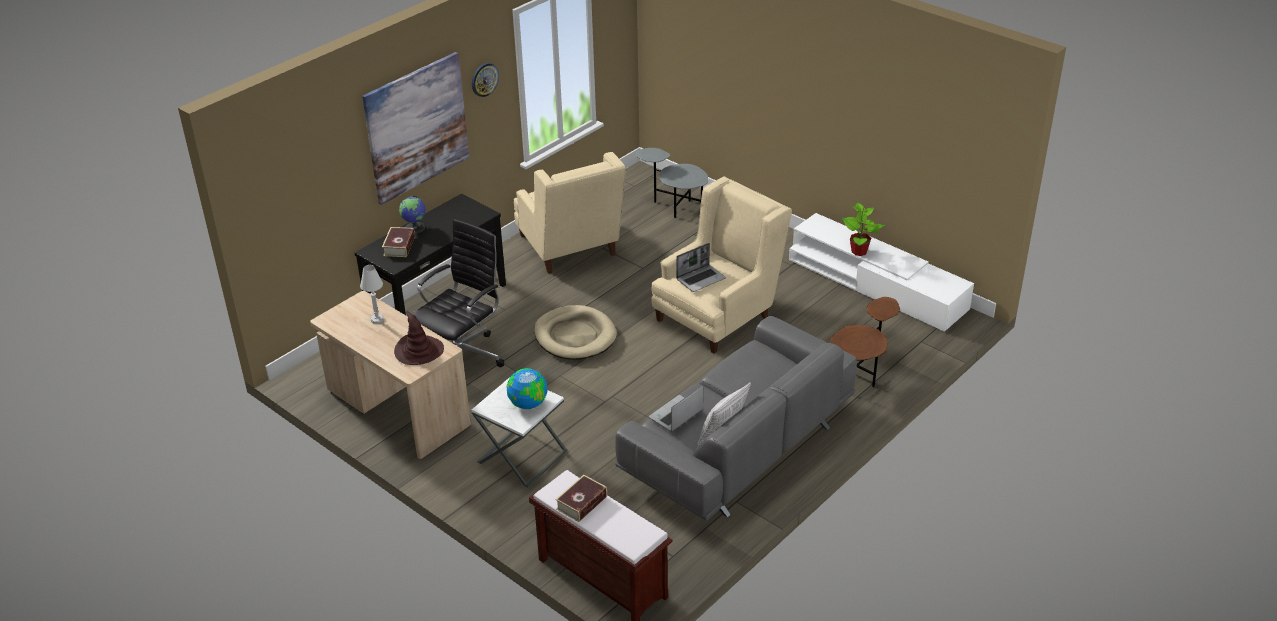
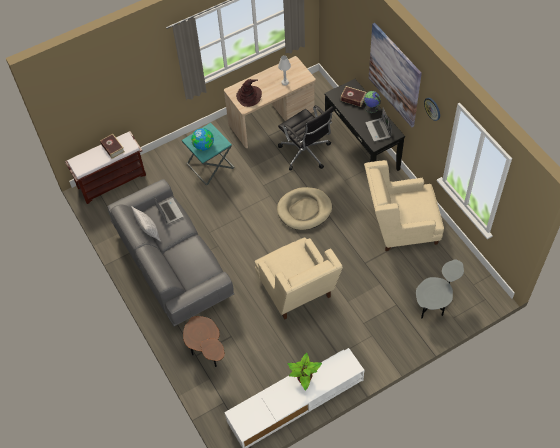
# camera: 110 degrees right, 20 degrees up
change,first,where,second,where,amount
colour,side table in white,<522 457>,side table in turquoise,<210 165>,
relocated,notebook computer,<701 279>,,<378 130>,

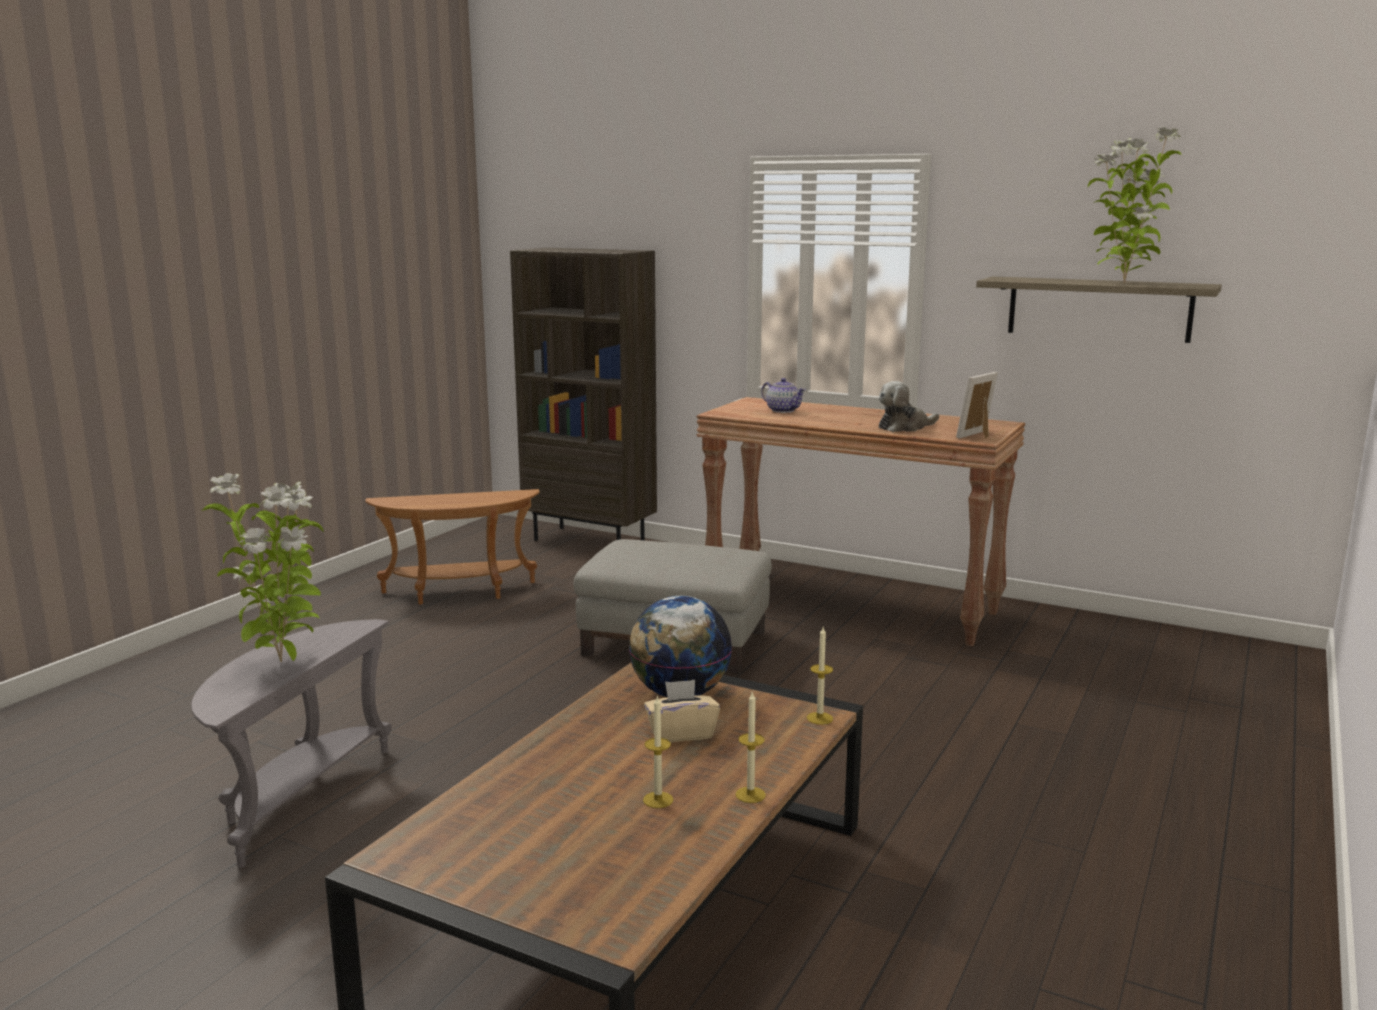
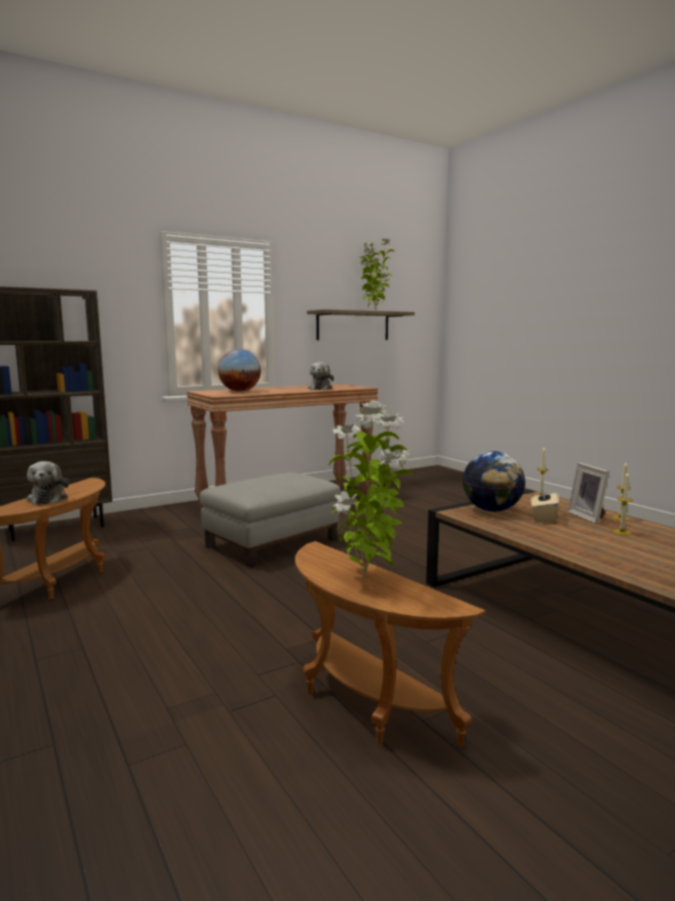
# camera: 60 degrees left, 5 degrees down
change,first,where,second,where,amount
appeared,,,plush toy,<48 498>,
exchanged,pot for tea,<782 410>,desk globe,<240 391>,
colour,side table in grey,<297 798>,side table in brownish,<364 703>,
relocated,photo frame,<979 435>,,<589 517>,

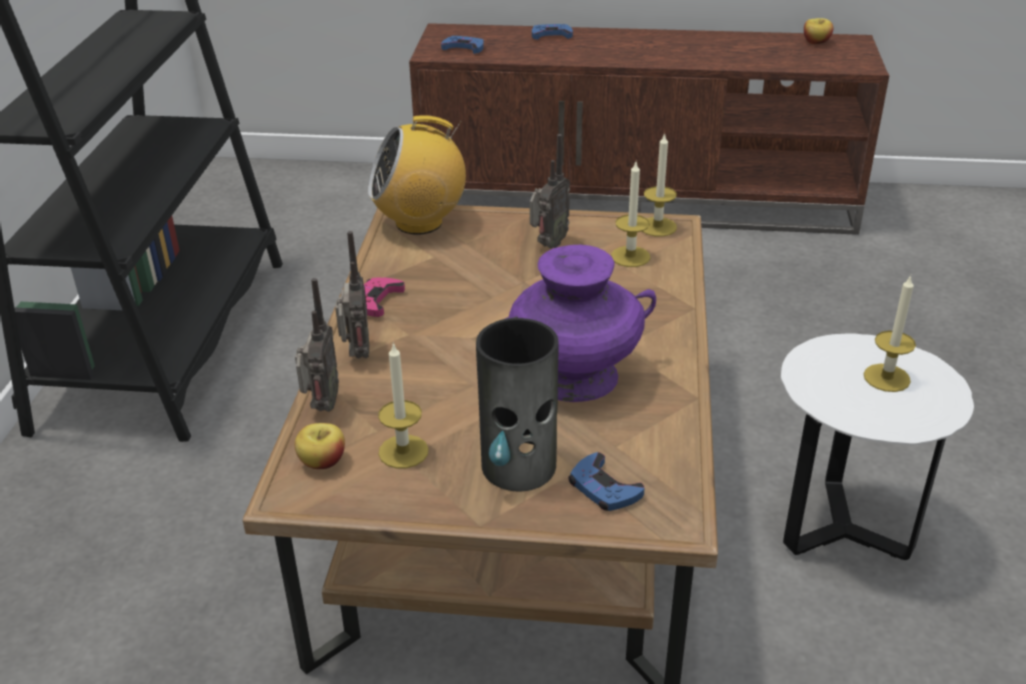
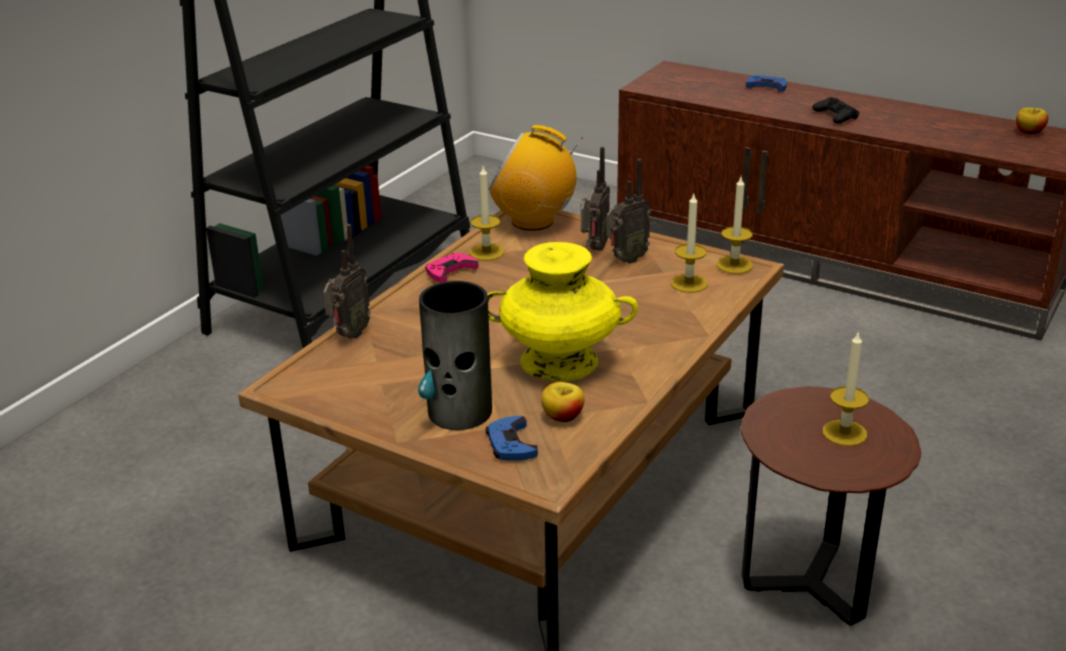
# camera: 25 degrees right, 5 degrees down
change,first,where,second,where,amount
relocated,candle,<403 451>,,<486 252>,
colour,decorative vase in purple-coloured,<575 376>,decorative vase in yellow-coloured,<560 361>,
relocated,apple fruit,<322 462>,,<562 416>,
relocated,radio receiver,<356 355>,,<593 248>,
colour,side table in white,<843 531>,side table in brownish,<810 585>,
appeared,,,game controller in black-coloured,<835 116>,
missing,game controller in blue-coloured,<464 48>,,,

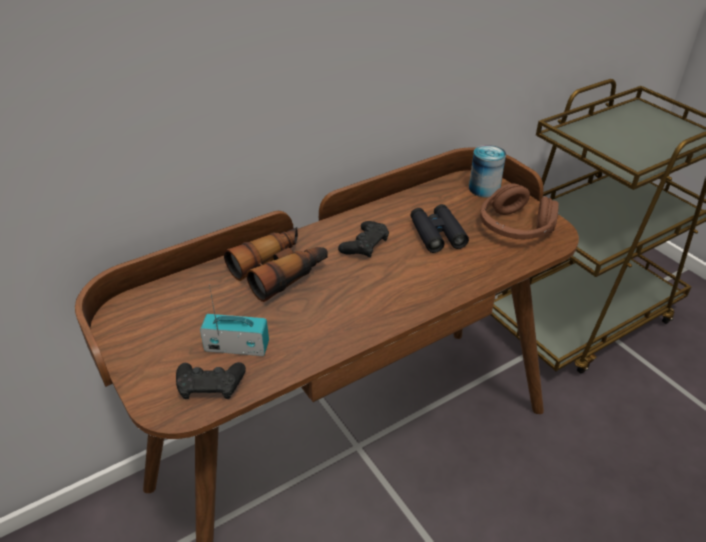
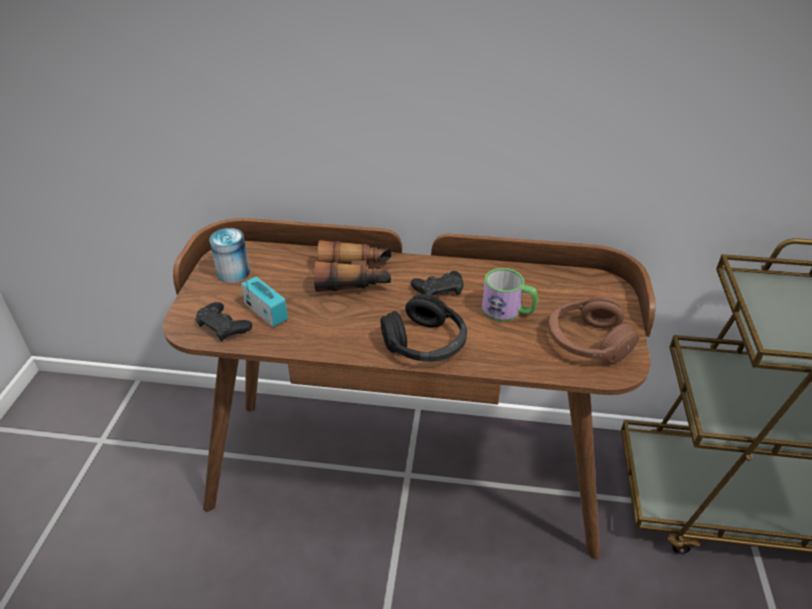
# camera: 40 degrees right, 0 degrees up
change,first,where,second,where,amount
relocated,can,<484 189>,,<233 273>,
appeared,,,headset in black-coloured,<425 343>,
exchanged,field glasses in black-coloured,<437 234>,tea mug,<508 311>,

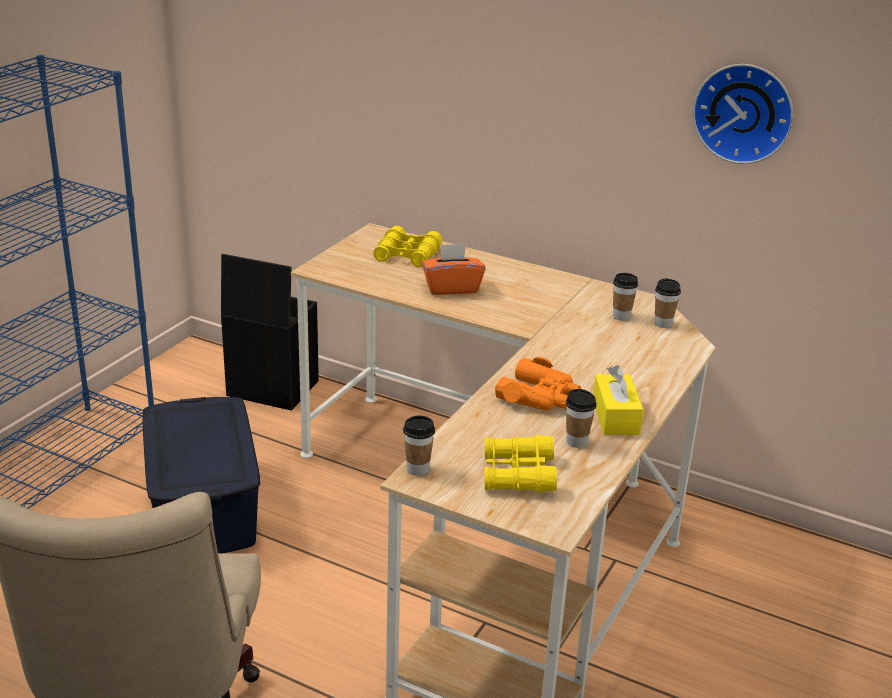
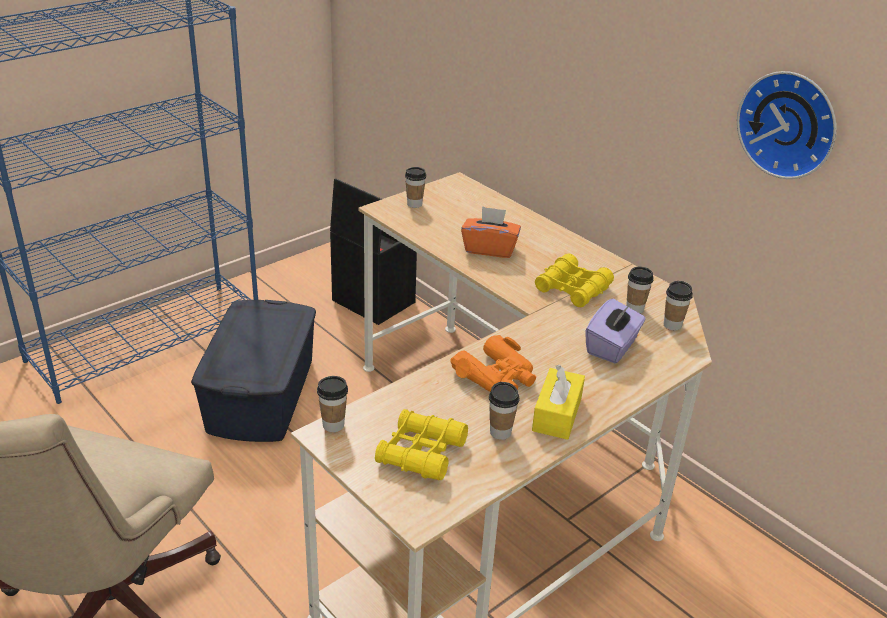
# camera: 20 degrees right, 5 degrees up
change,first,where,second,where,amount
appeared,,,small cup,<414 204>,
relocated,field glasses in yellow-coloured,<407 255>,,<572 289>,
appeared,,,box of tissues in purple-coloured,<612 347>,

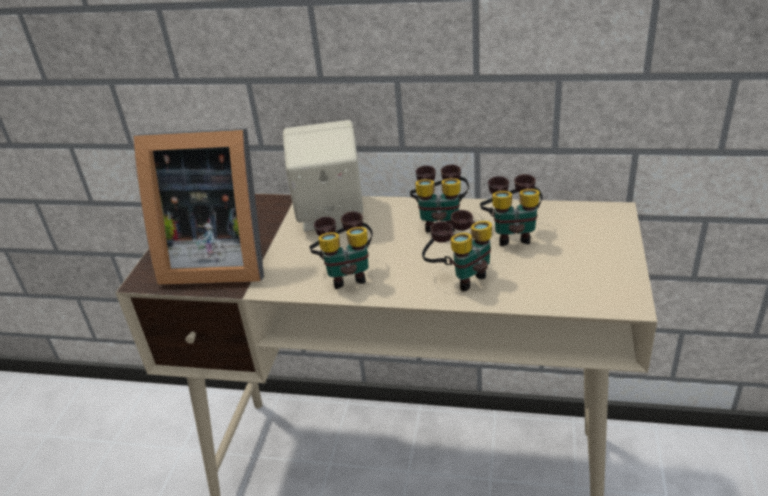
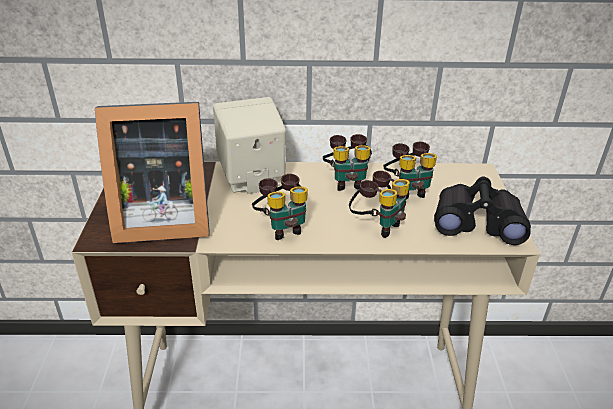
# camera: 15 degrees left, 0 degrees up
change,first,where,second,where,amount
appeared,,,field glasses in black-coloured,<477 222>,

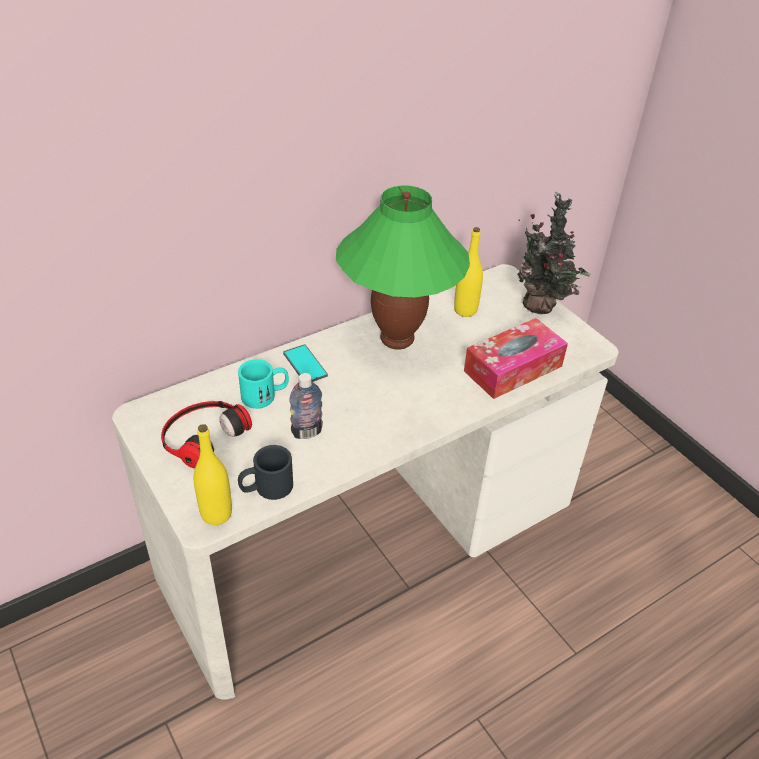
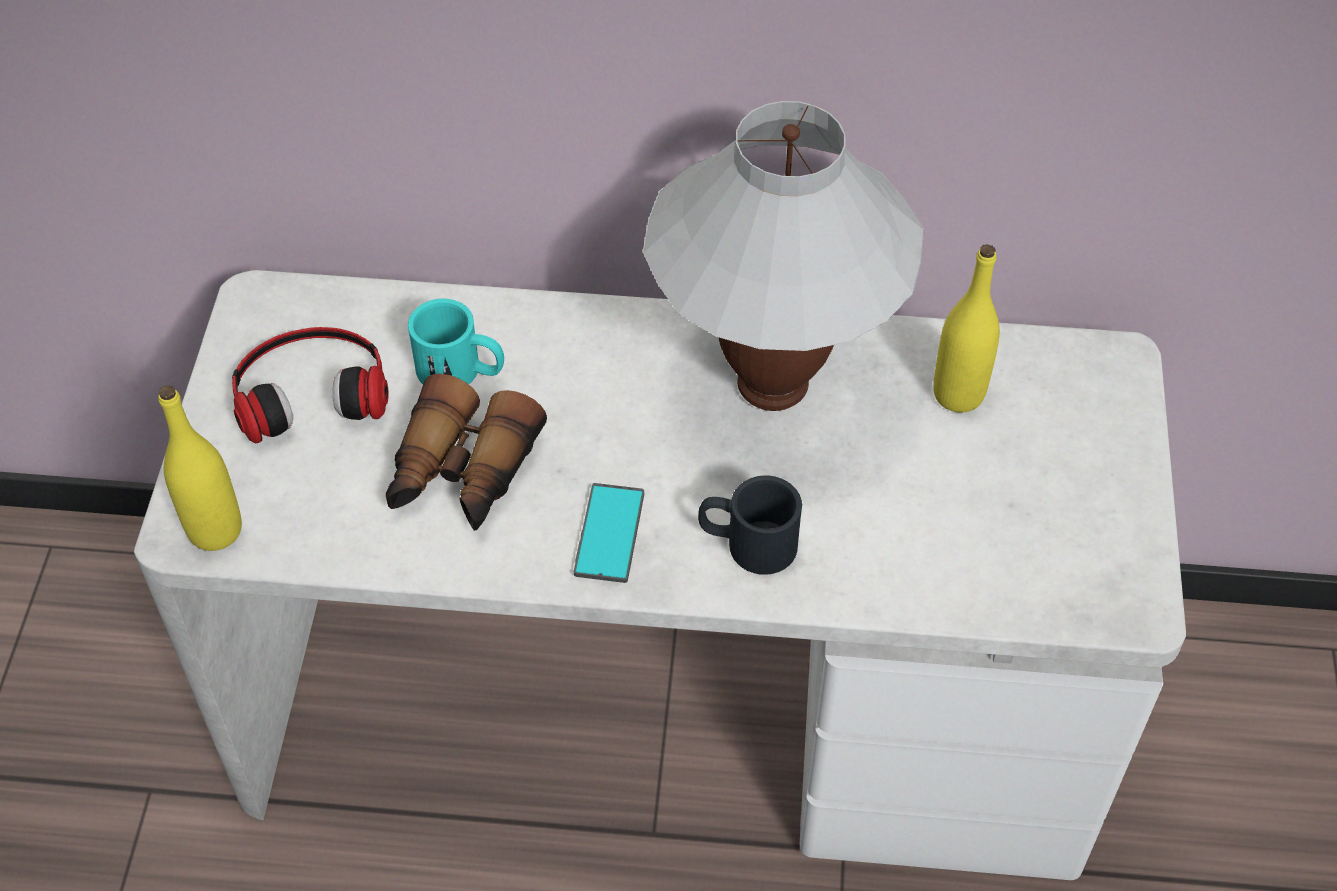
# camera: 40 degrees right, 10 degrees up
change,first,where,second,where,amount
exchanged,drink bottle,<307 432>,field glasses,<461 474>,
relocated,phone,<305 364>,,<609 533>,
colour,tabletop lamp in greenish,<397 340>,tabletop lamp in white,<772 387>,
relocated,tea mug in black-coloured,<266 488>,,<747 543>,
missing,box of tissues,<513 368>,,,
missing,plant in a pot,<541 307>,,,

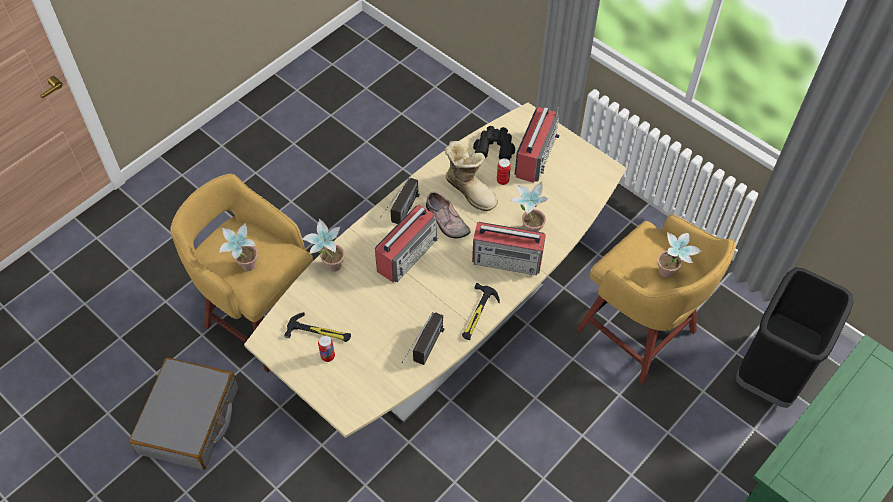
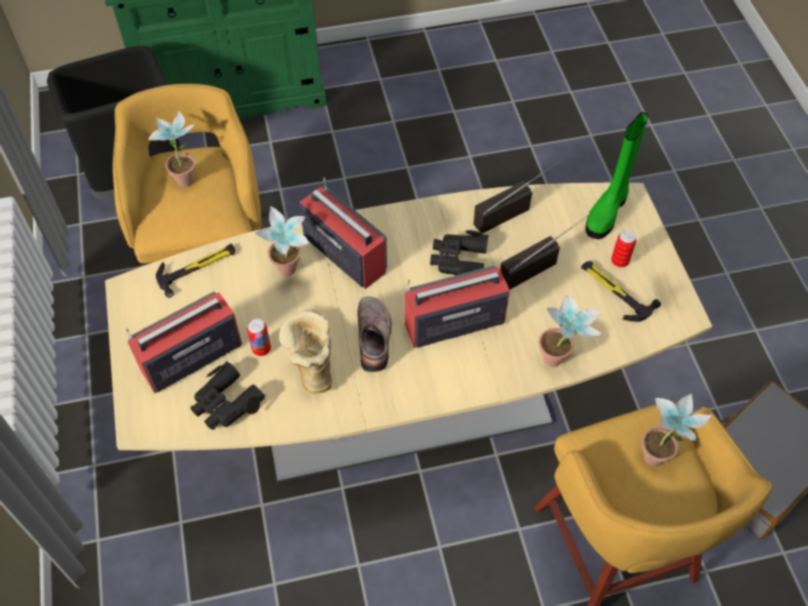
# camera: 145 degrees left, 0 degrees up
change,first,where,second,where,amount
relocated,hammer,<478 314>,,<197 267>,
appeared,,,field glasses in black-coloured,<458 260>,
relocated,radio receiver,<401 216>,,<539 264>,
appeared,,,tall boot in greenish,<607 212>,

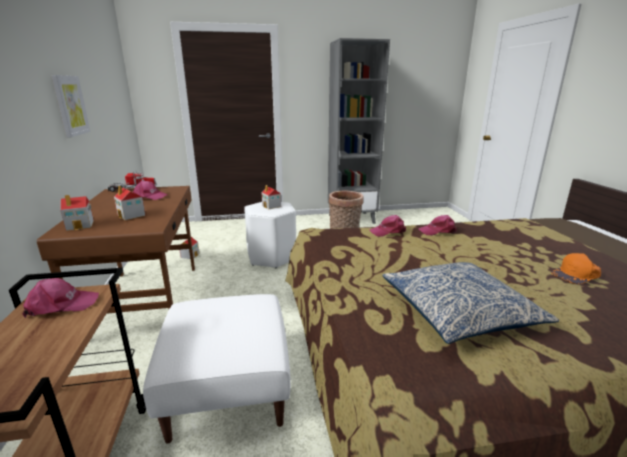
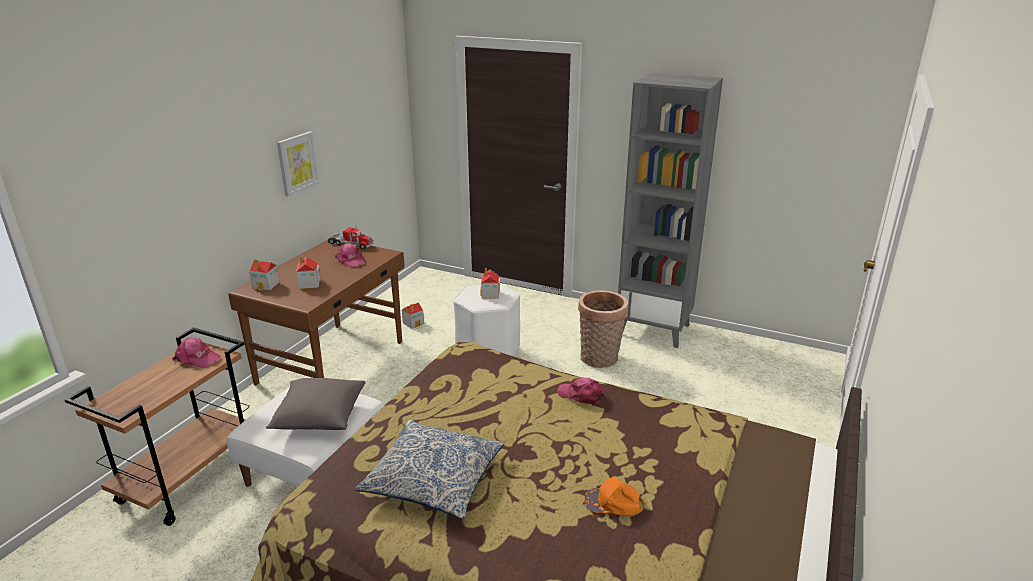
# camera: 35 degrees right, 5 degrees up
change,first,where,second,where,amount
appeared,,,cushion in grey,<319 417>,
missing,peaked cap in pink-coloured,<388 231>,,,

